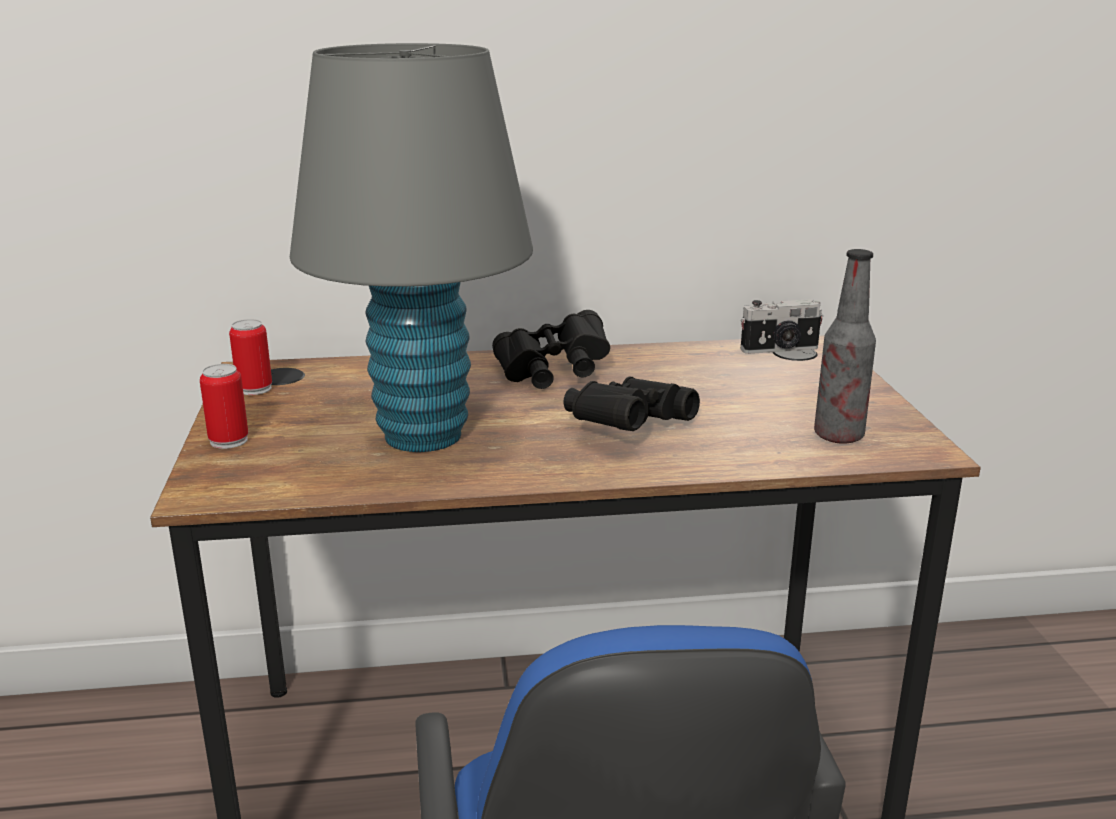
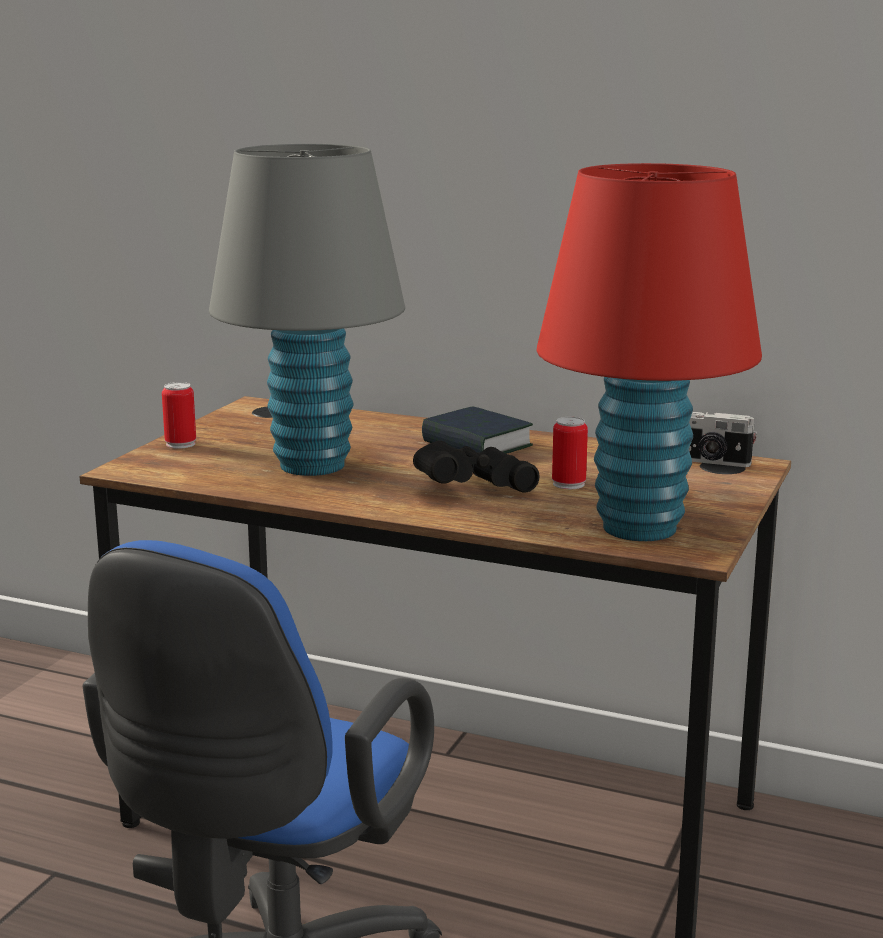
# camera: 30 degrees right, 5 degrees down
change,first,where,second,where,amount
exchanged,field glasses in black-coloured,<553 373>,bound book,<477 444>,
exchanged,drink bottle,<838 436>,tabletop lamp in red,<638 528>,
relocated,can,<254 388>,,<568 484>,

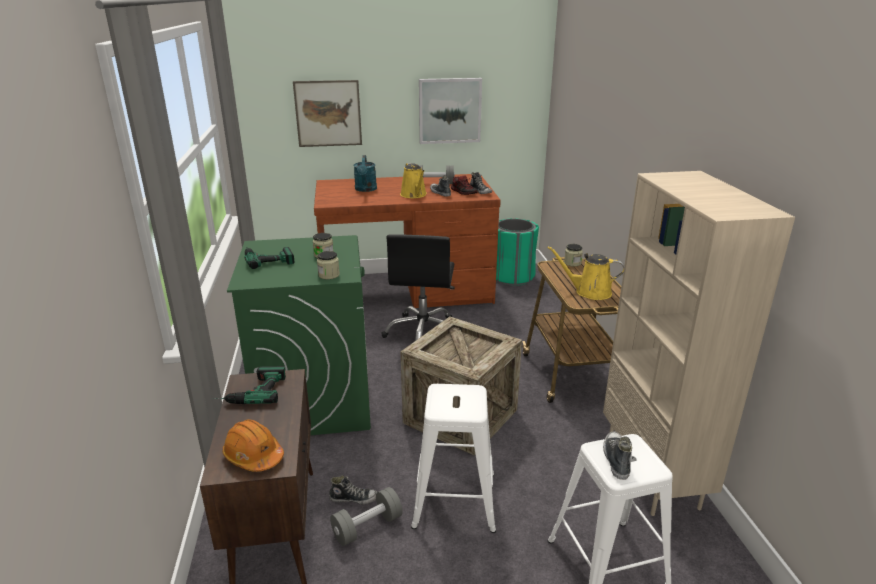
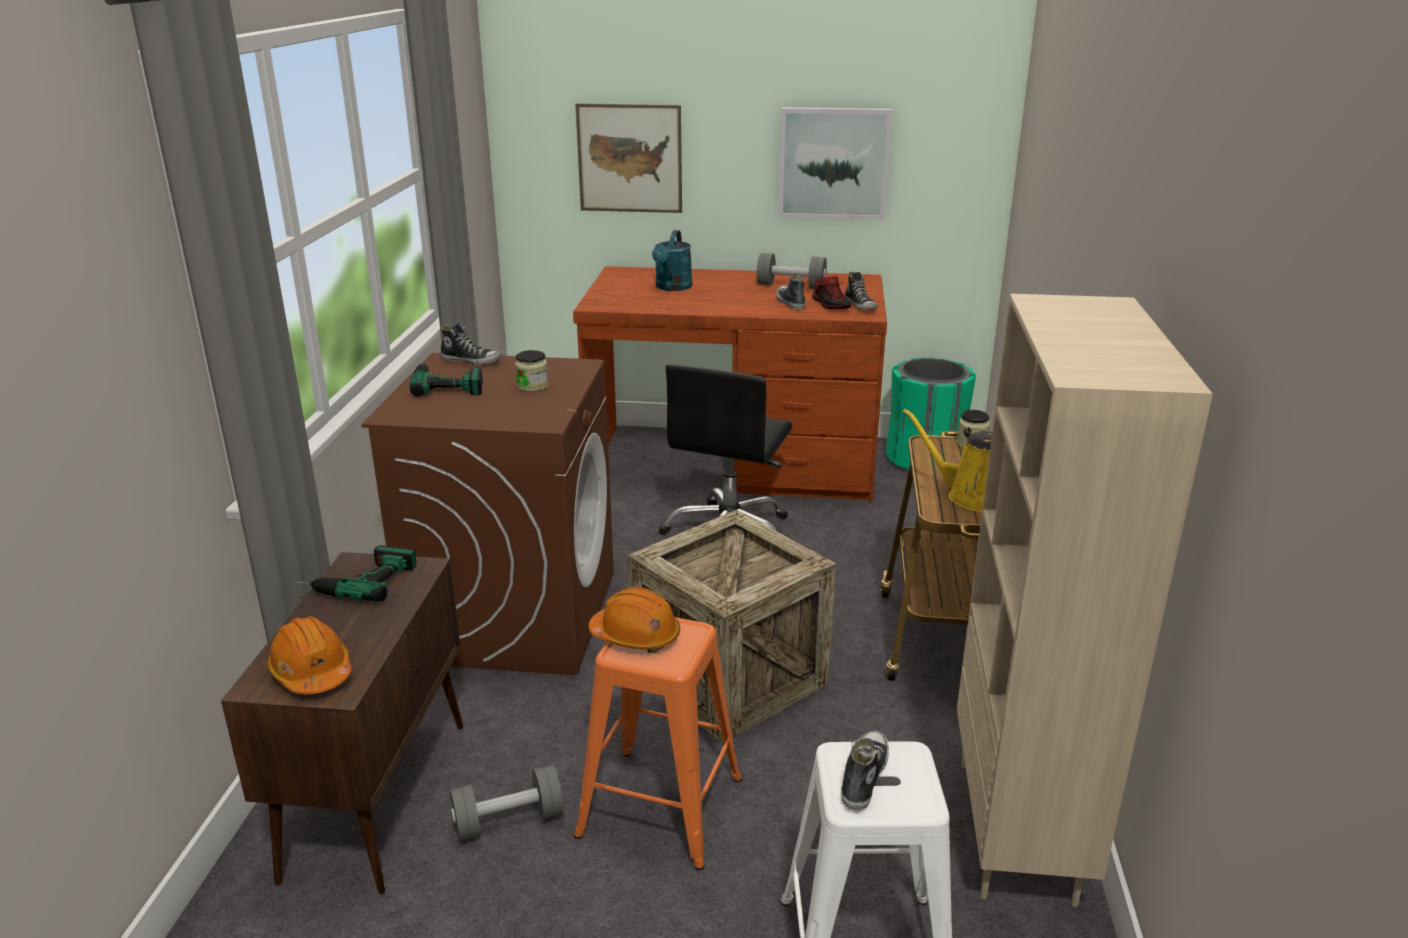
# camera: 15 degrees right, 0 degrees up
change,first,where,second,where,amount
colour,washing machine in greenish,<315 399>,washing machine in brownish,<514 615>,
relocated,shoe,<354 498>,,<471 361>,
colour,stool seat in white,<453 498>,stool seat in orangey,<659 804>,
appeared,,,hard hat in orangey,<636 636>,
missing,jar,<329 275>,,,
missing,watering pot in yellow-coloured,<414 195>,,,

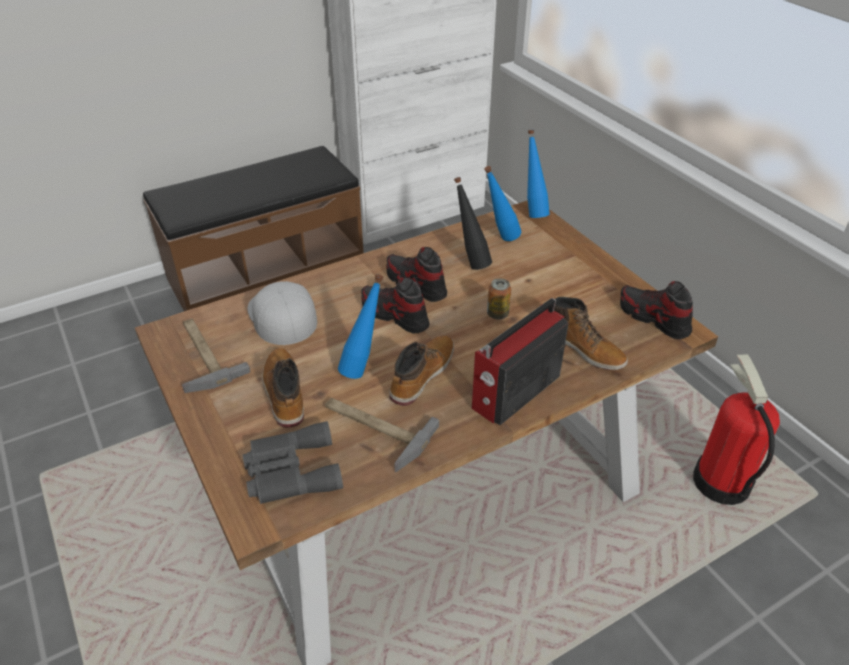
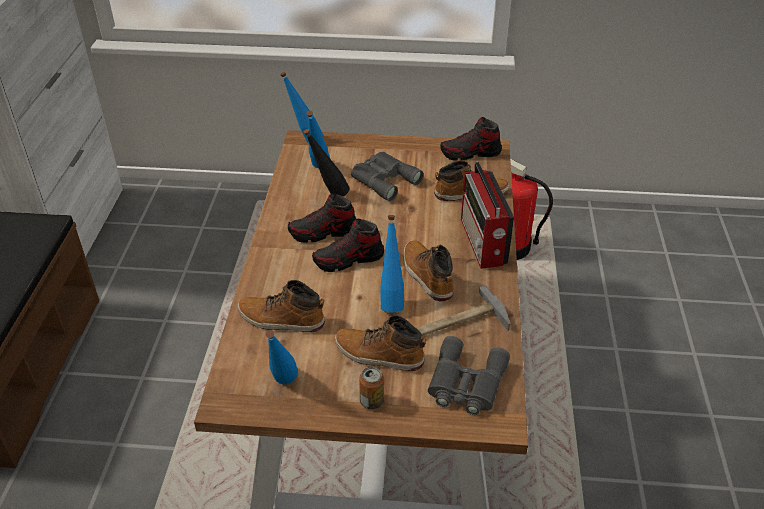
# camera: 55 degrees left, 0 degrees up
change,first,where,second,where,amount
exchanged,peaked cap in white,<281 315>,tall boot,<281 320>,
exchanged,hammer,<202 354>,drink bottle in blue-coloured,<283 387>,
appeared,,,field glasses in grey,<383 179>,
relocated,can,<497 314>,,<371 401>,

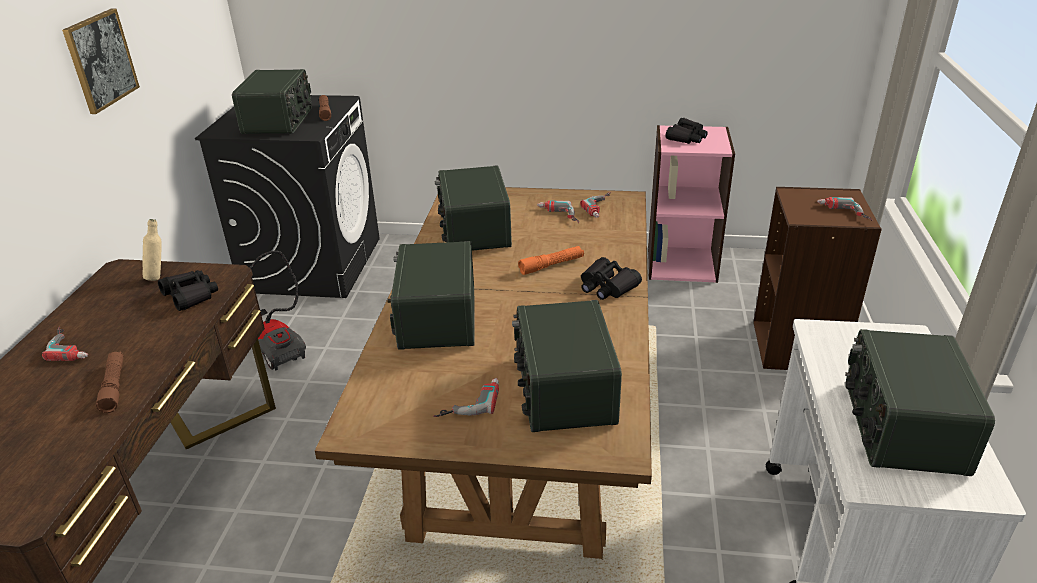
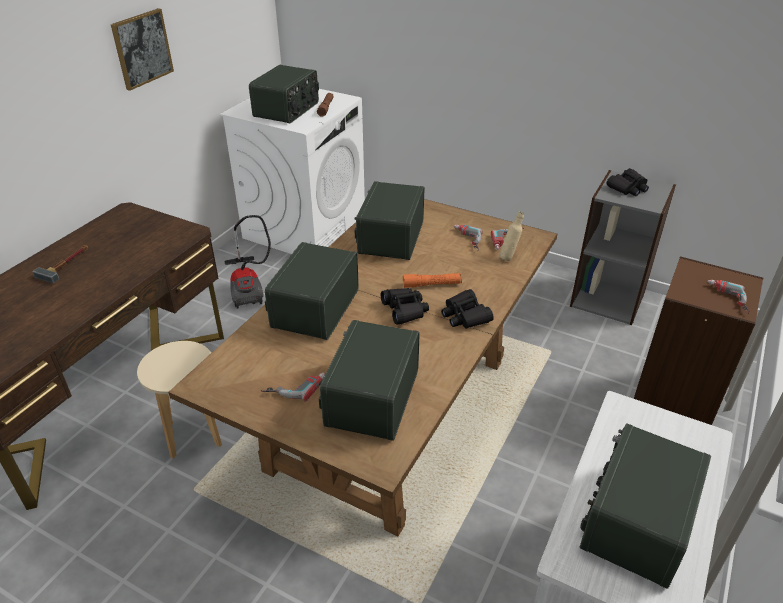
# camera: 20 degrees right, 5 degrees up
change,first,where,second,where,amount
exchanged,power drill,<73 346>,hammer,<66 264>,
appeared,,,stool seat in beige,<194 434>,
colour,washing machine in black-coloured,<313 264>,washing machine in white,<305 227>,
relocated,field glasses in black-coloured,<190 296>,,<405 310>,
relocated,drink bottle in beige,<159 276>,,<509 257>,
colour,shelving unit in pink-coloured,<681 263>,shelving unit in grey,<608 298>,
missing,hand torch in brownish,<114 387>,,,

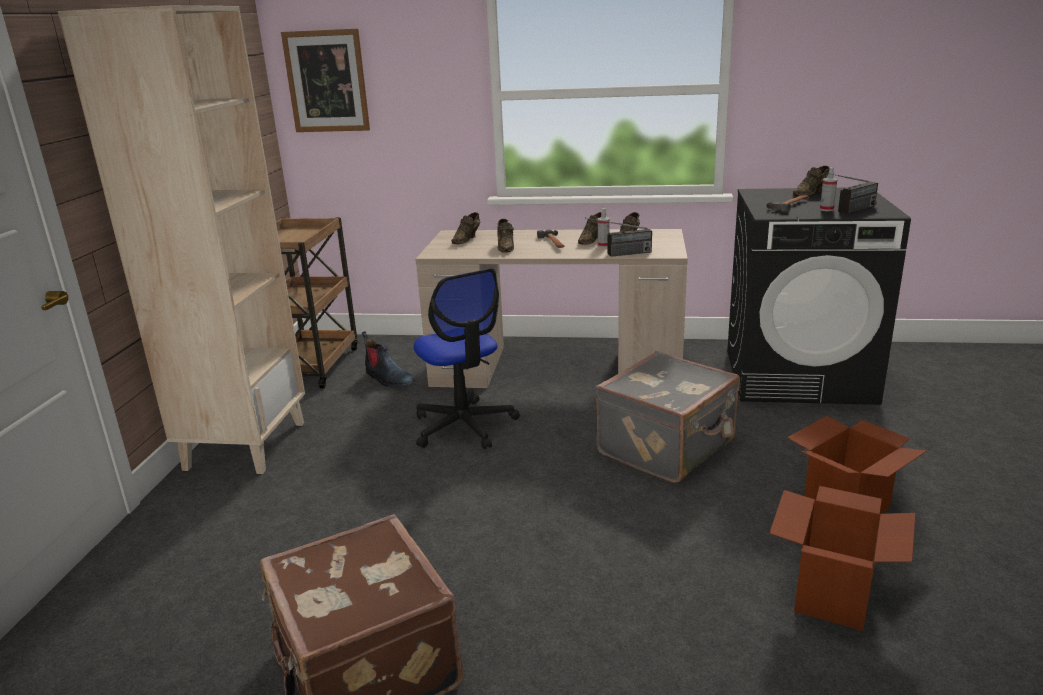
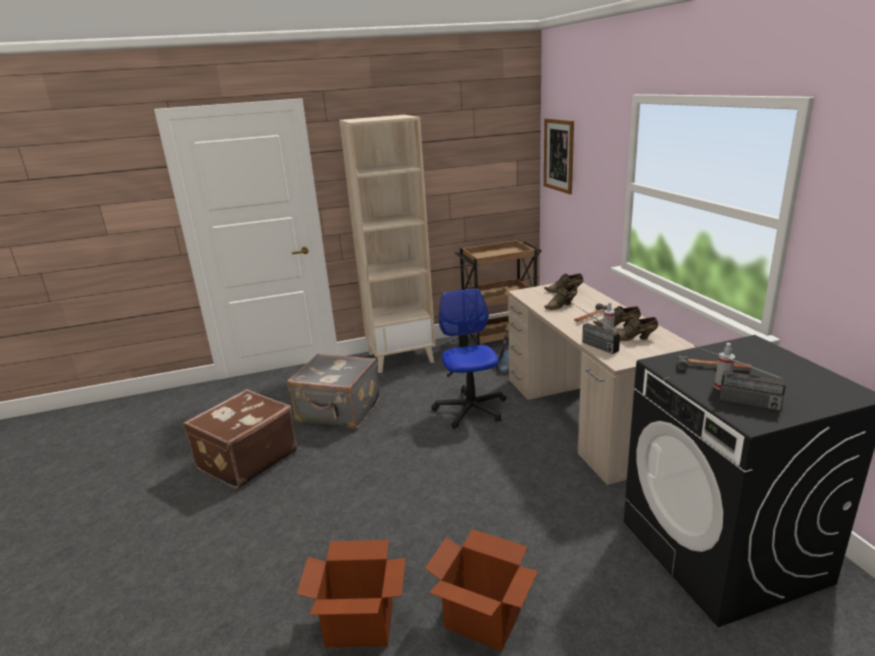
# camera: 65 degrees right, 0 degrees up
change,first,where,second,where,amount
relocated,suitcase in grey,<668 448>,,<339 412>,
spun,office chair,<464 426>,,<471 409>,135 degrees clockwise
missing,shoe in brownish,<811 193>,,,

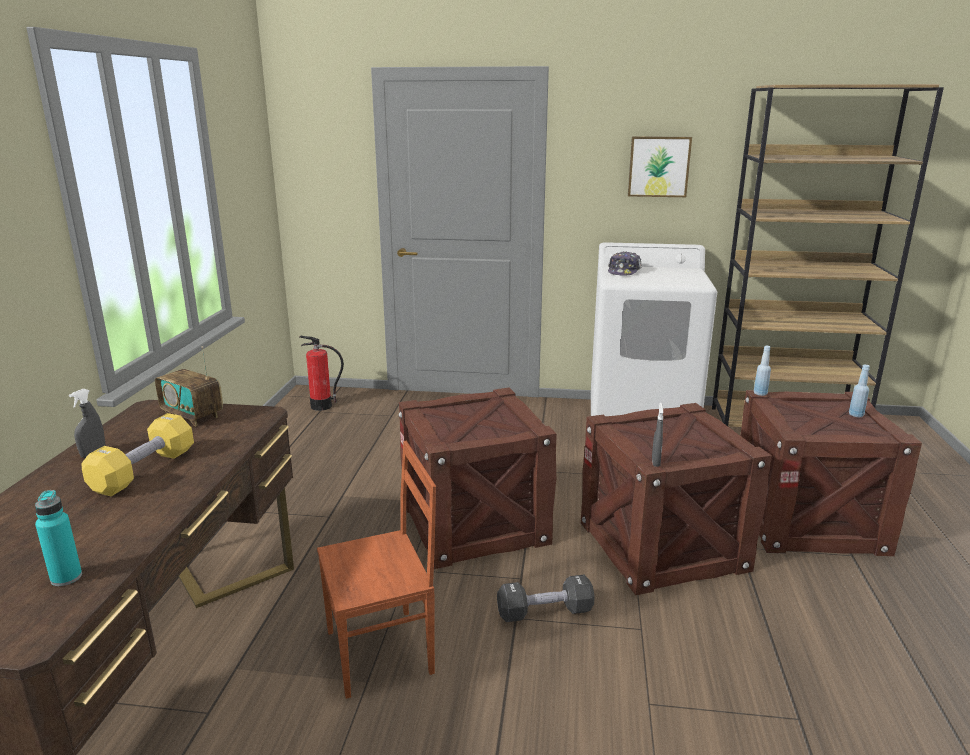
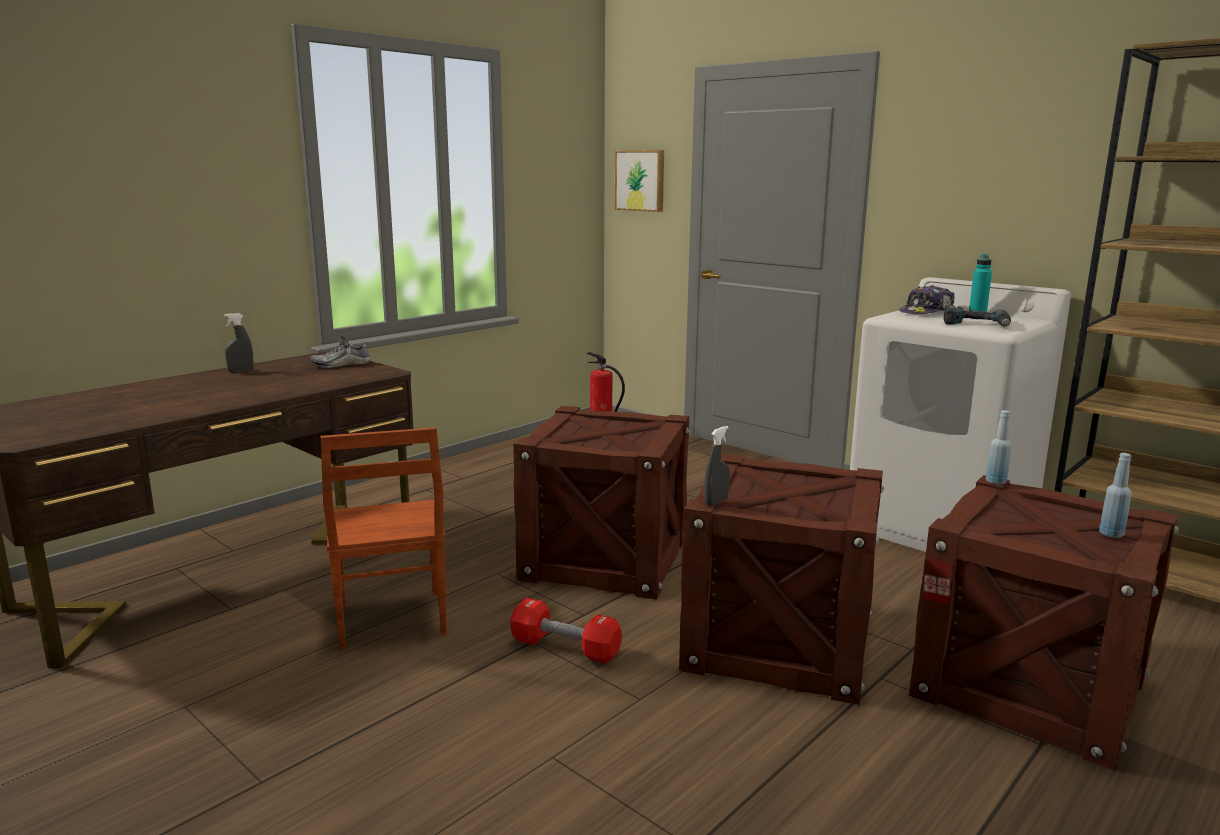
# camera: 35 degrees right, 5 degrees down
change,first,where,second,where,amount
exchanged,radio receiver,<192 416>,shoe,<341 365>,
spun,upright chair in brownish,<382 652>,,<390 621>,60 degrees clockwise
colour,free weight in black-coloured,<545 612>,free weight in red,<565 648>,
relocated,picture,<658 166>,,<641 180>,
appeared,,,power drill,<976 324>,
relocated,drink bottle in turquoise,<66 577>,,<977 312>,
missing,free weight in yellow-coloured,<144 471>,,,

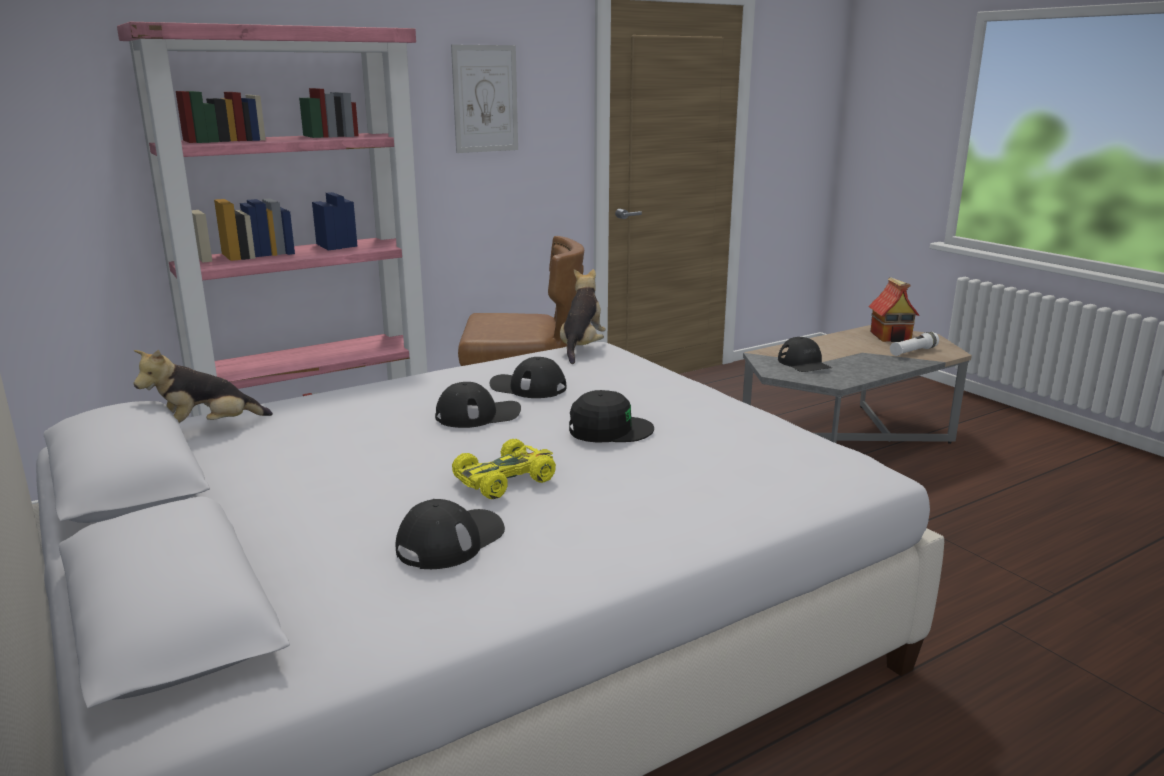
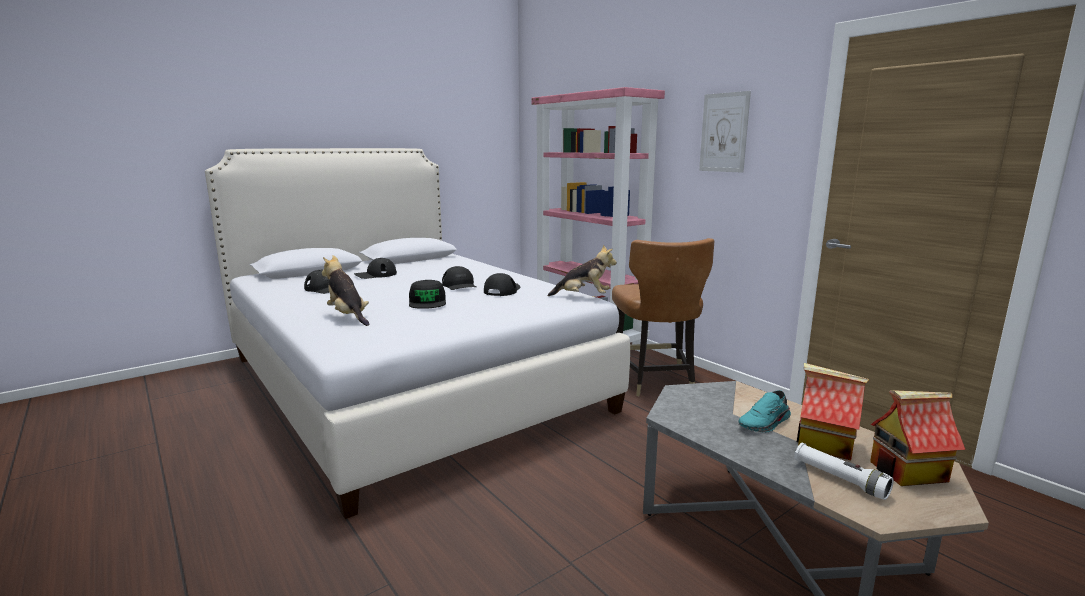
# camera: 85 degrees right, 5 degrees down
change,first,where,second,where,amount
relocated,plush toy,<206 430>,,<348 316>,
relocated,peaked cap in black-coloured,<804 363>,,<375 275>,
appeared,,,shoe in turquoise,<765 423>,
appeared,,,miniature house,<824 445>,
missing,toy car in yellow-coloured,<505 479>,,,

